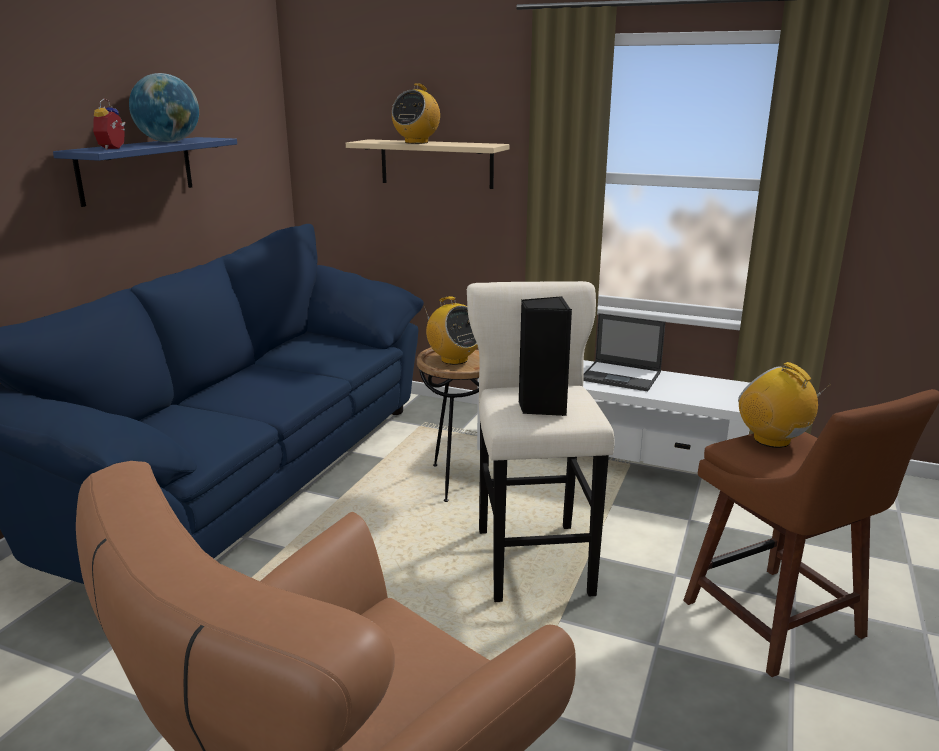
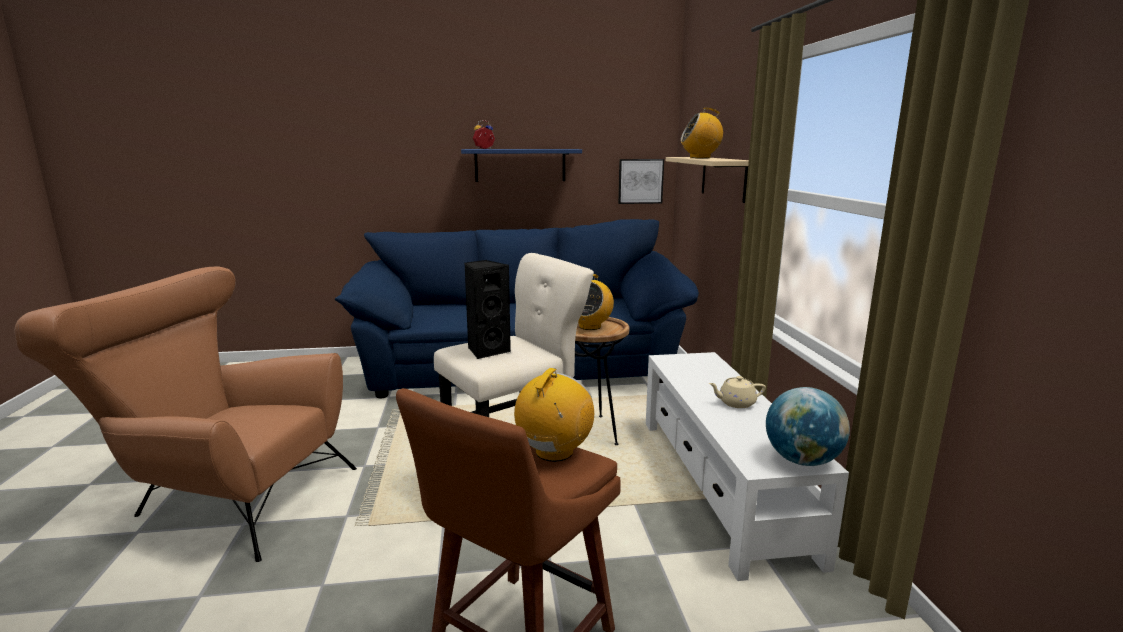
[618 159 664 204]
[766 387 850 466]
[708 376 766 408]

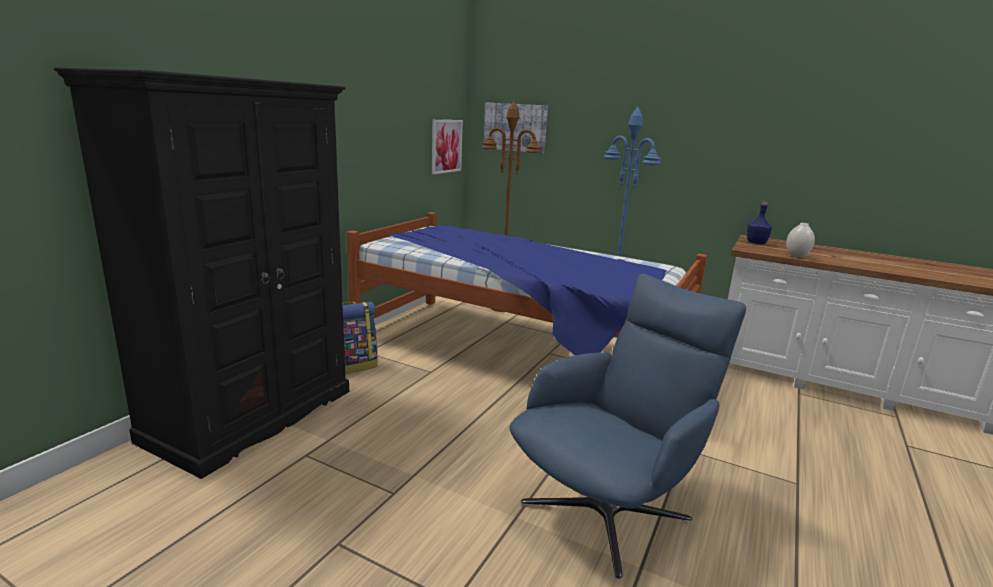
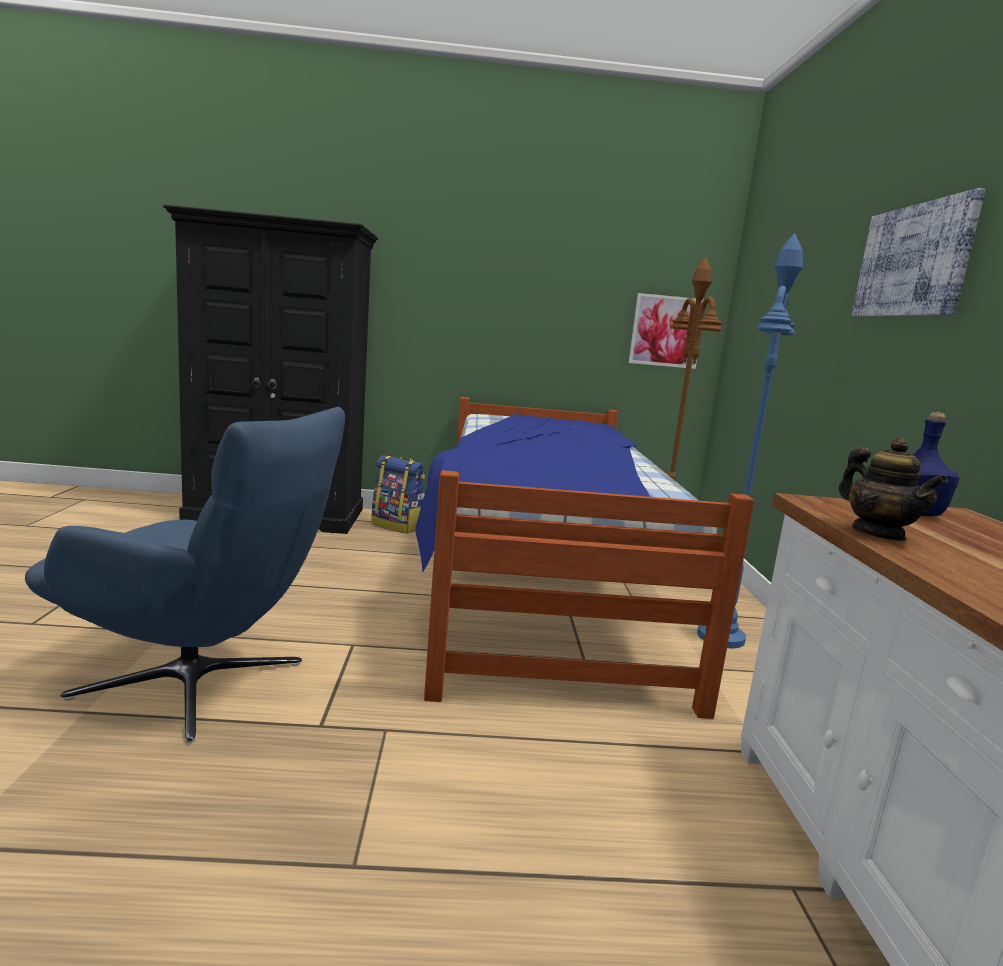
[851 188 986 316]
[839 438 948 541]

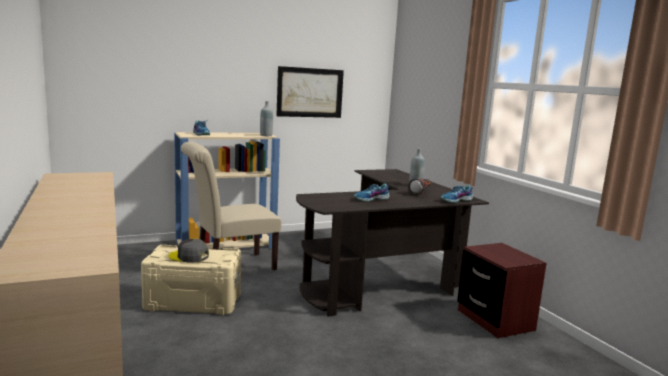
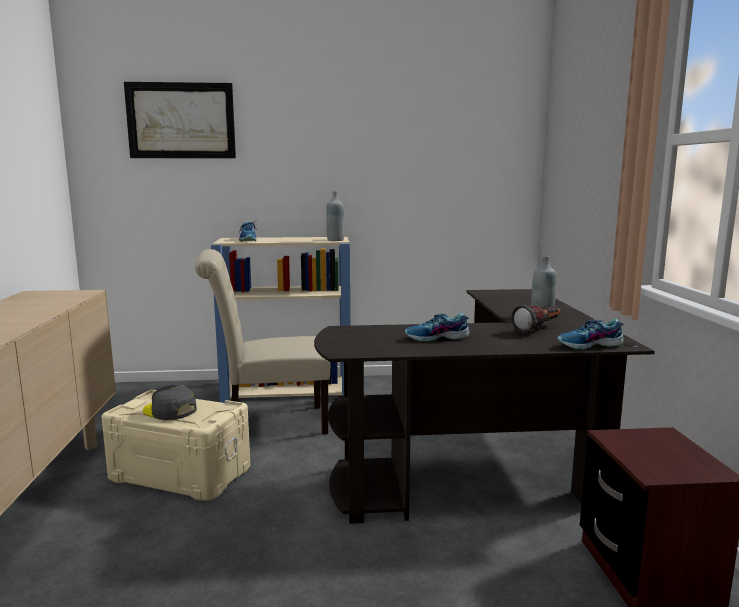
[124 82 236 158]

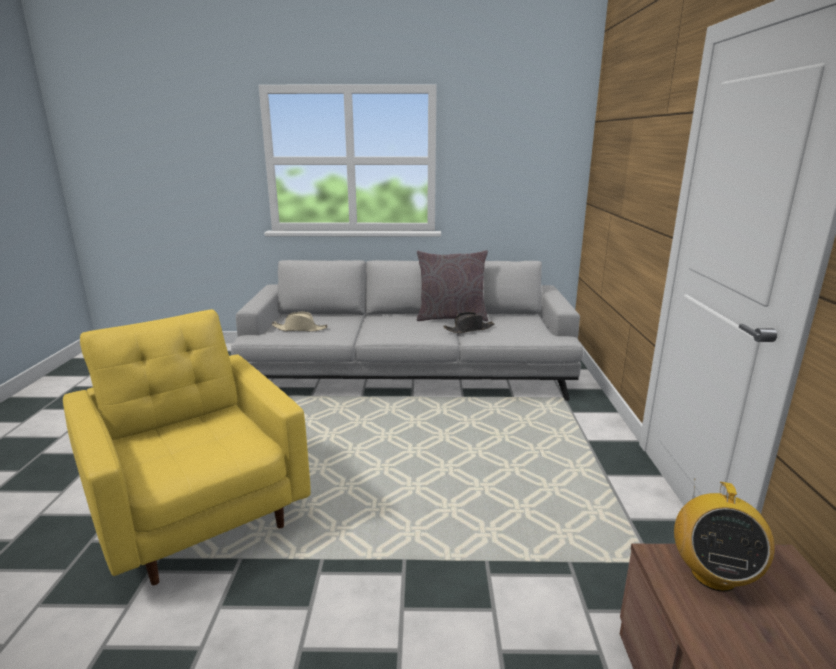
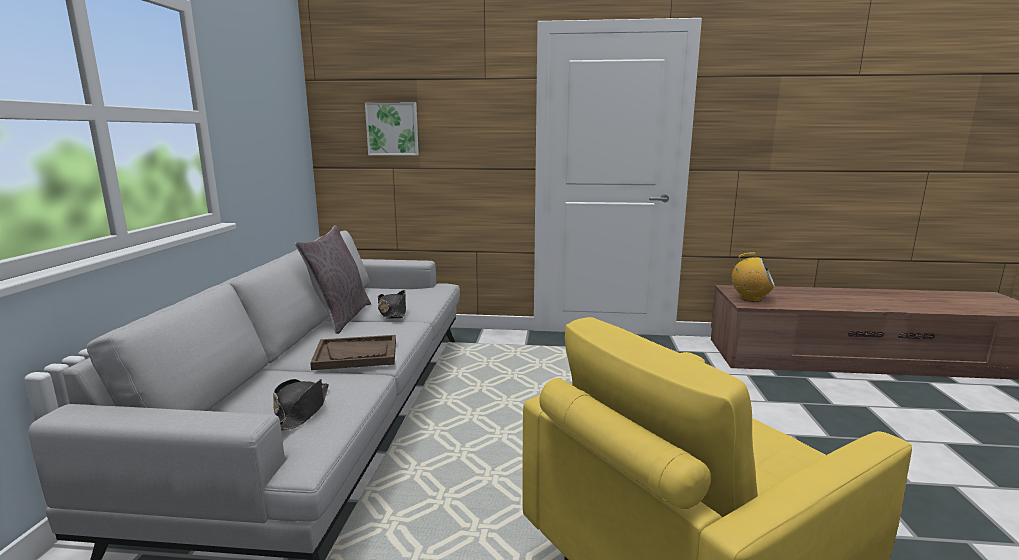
[310 335 396 370]
[365 103 419 155]
[273 379 329 430]

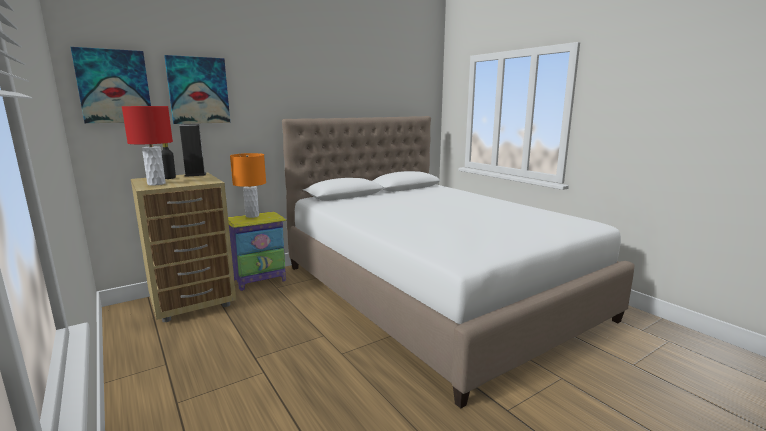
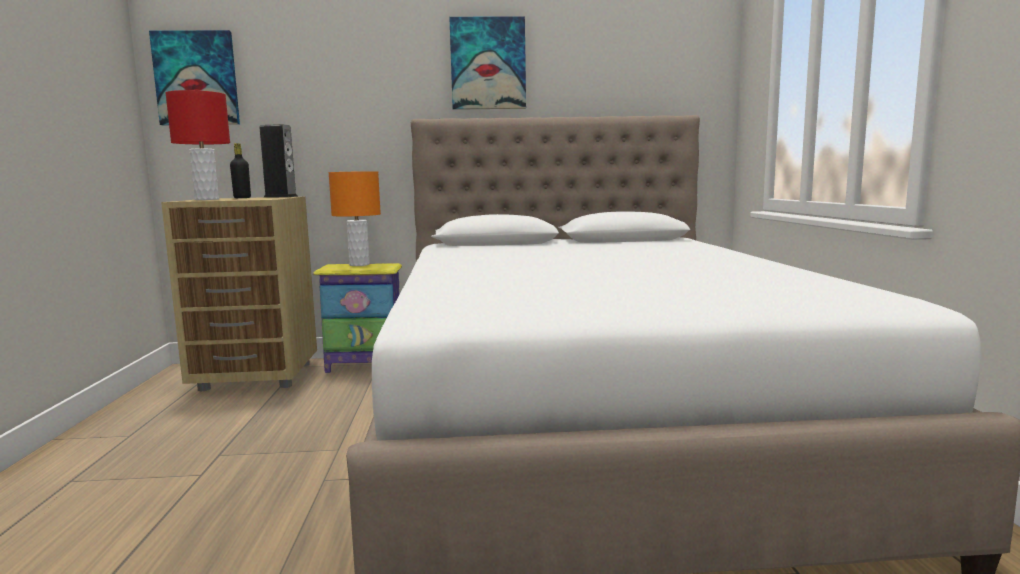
[449 16 526 110]

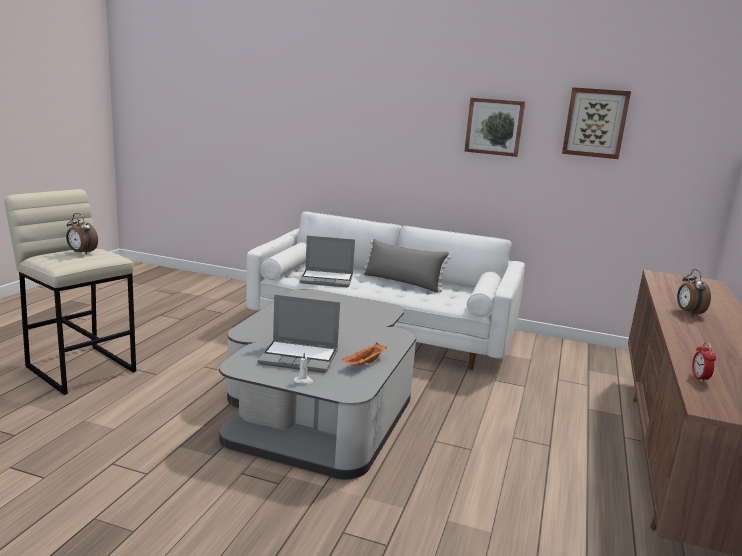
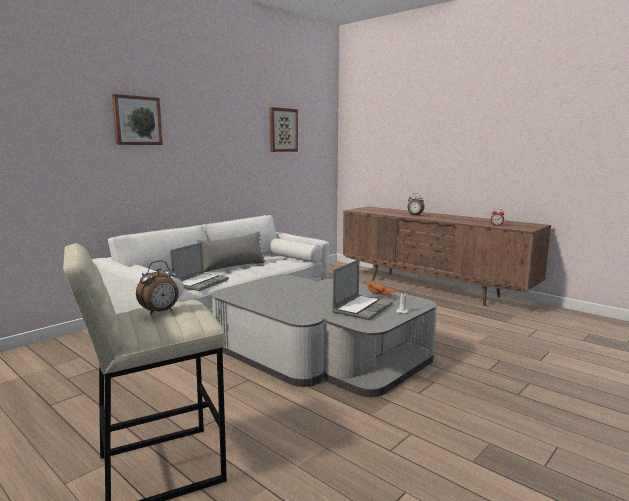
[112 94 163 145]

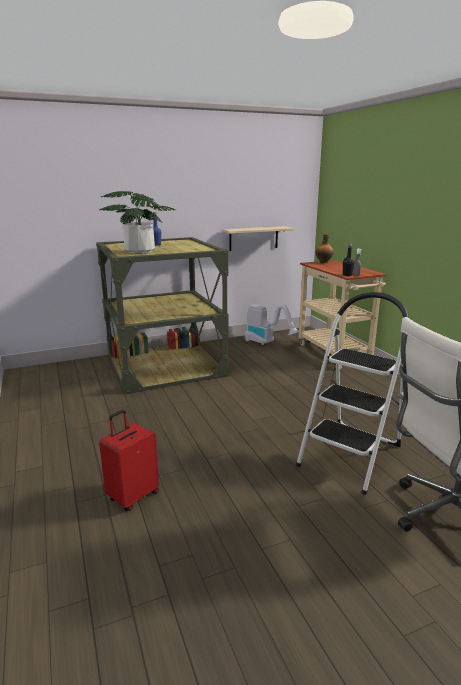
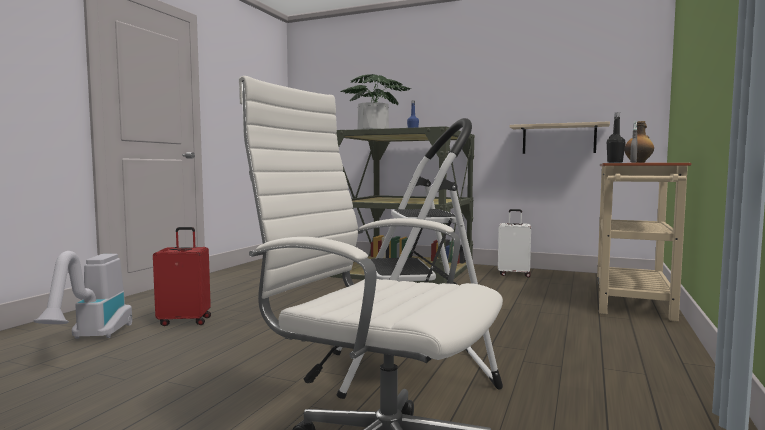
[498 209 531 277]
[34 251 132 339]

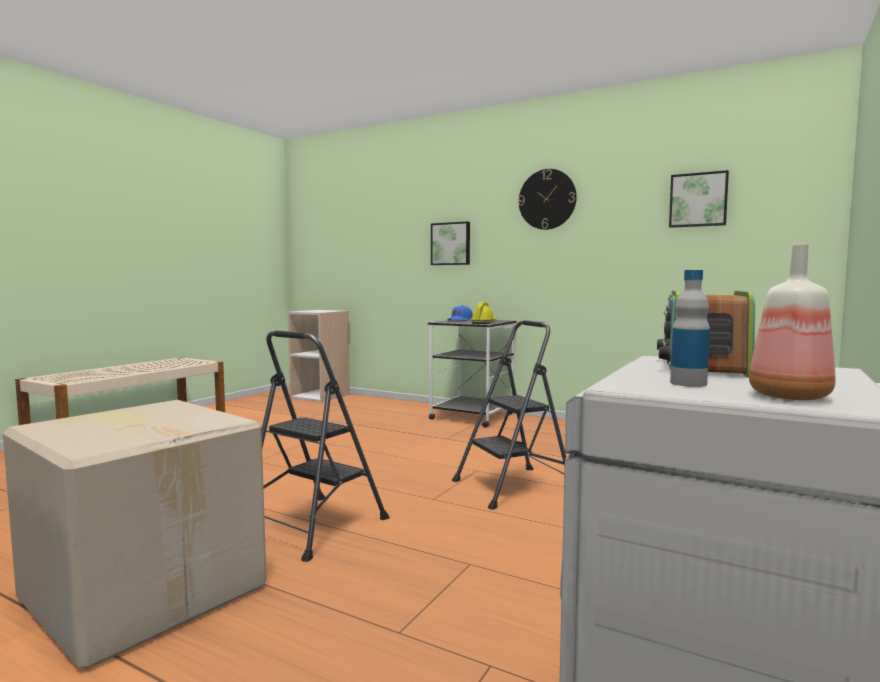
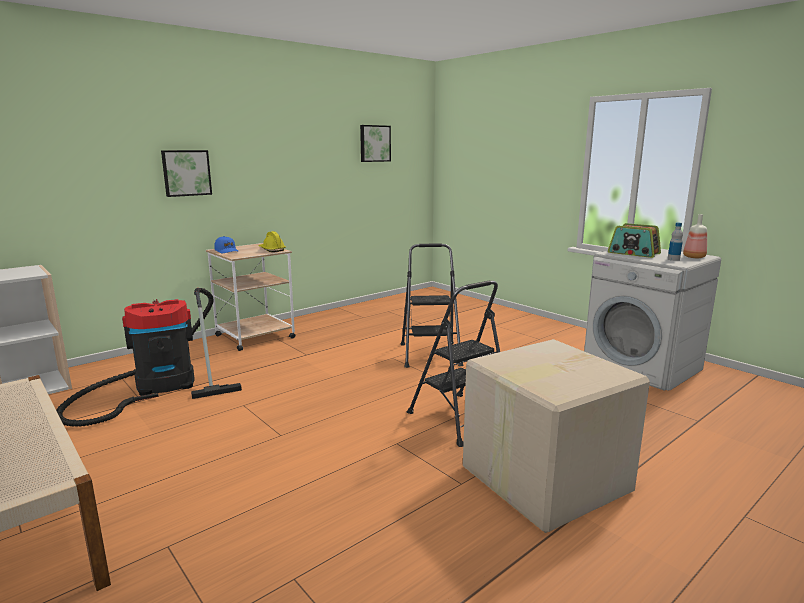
[518 169 577 230] (first image)
[56 288 242 427]
[206 243 296 351]

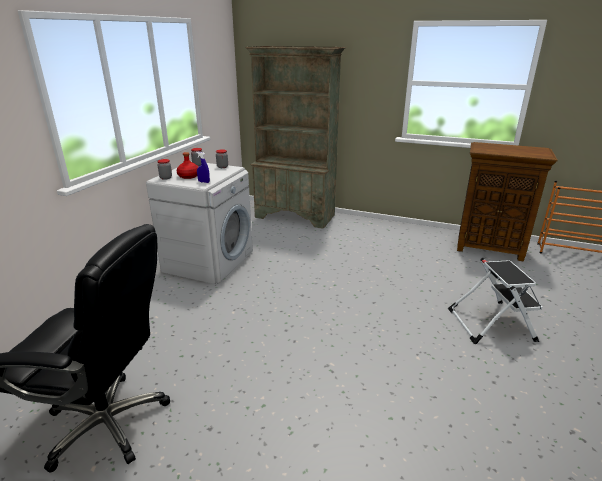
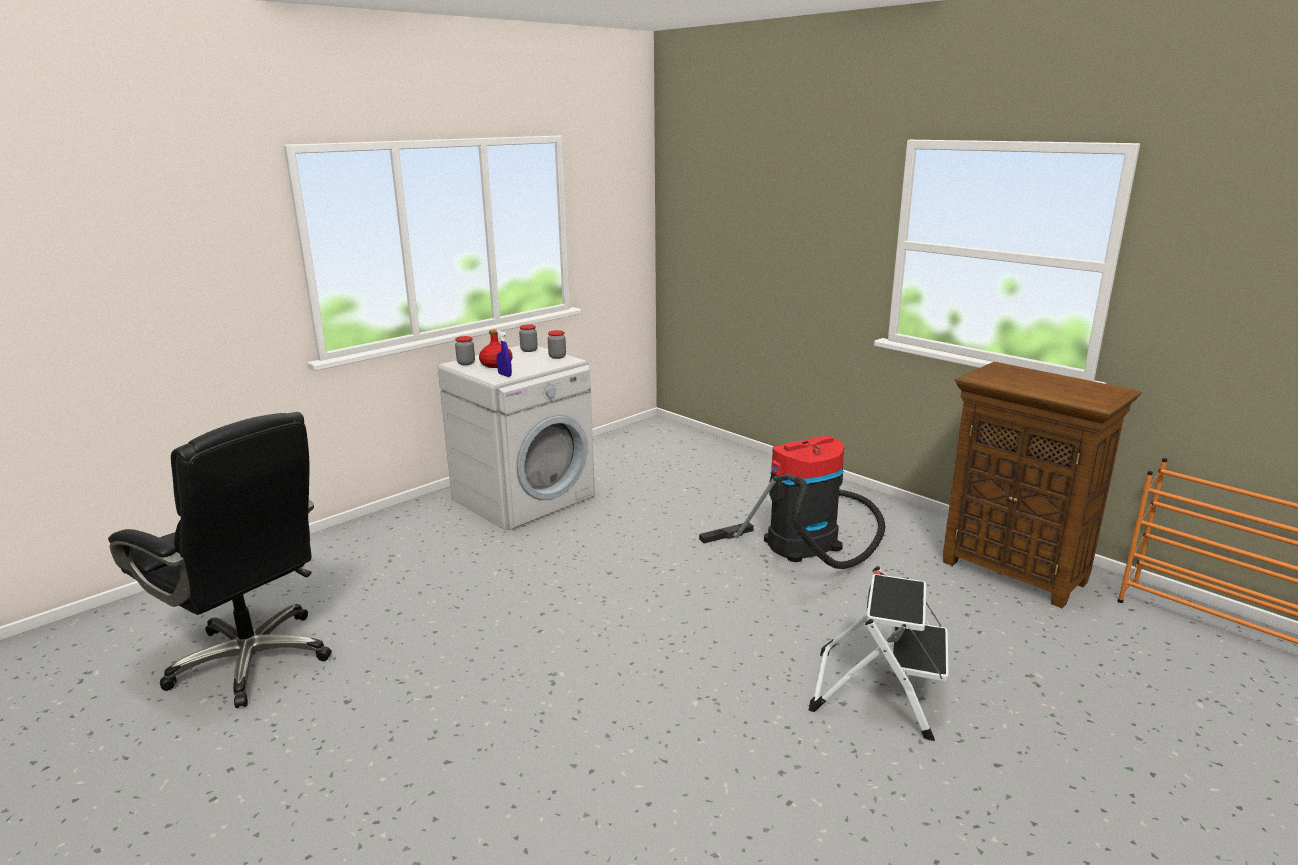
[245 46 346 229] (first image)
[699 436 885 569]

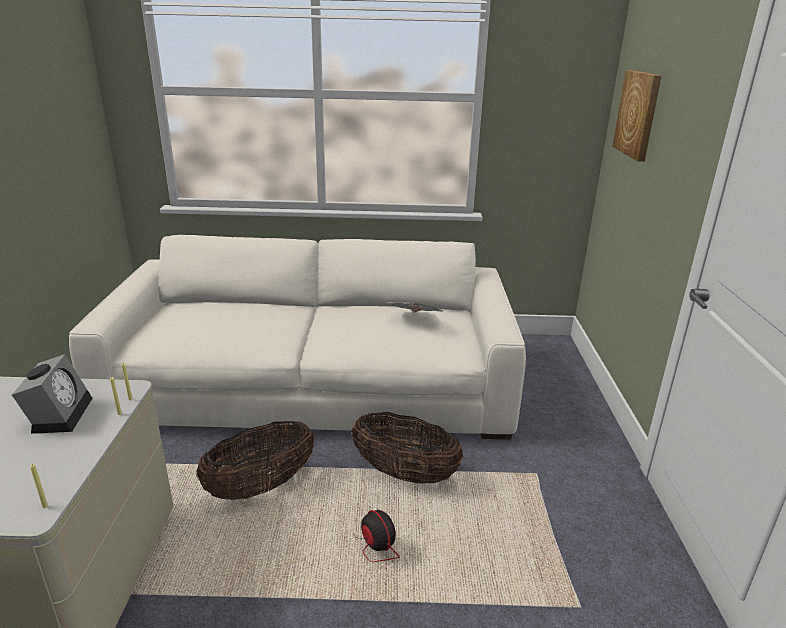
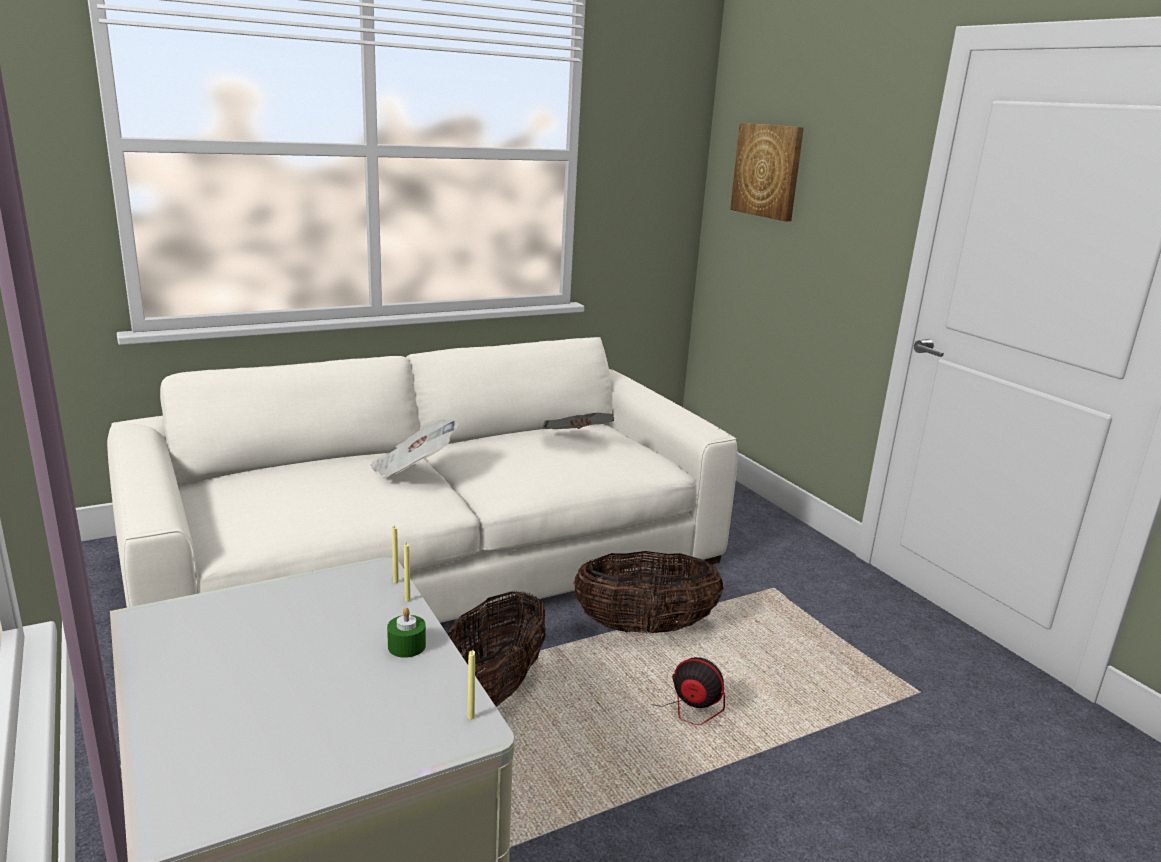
[12 354 92 434] (first image)
[370 419 459 478]
[387 608 426 658]

